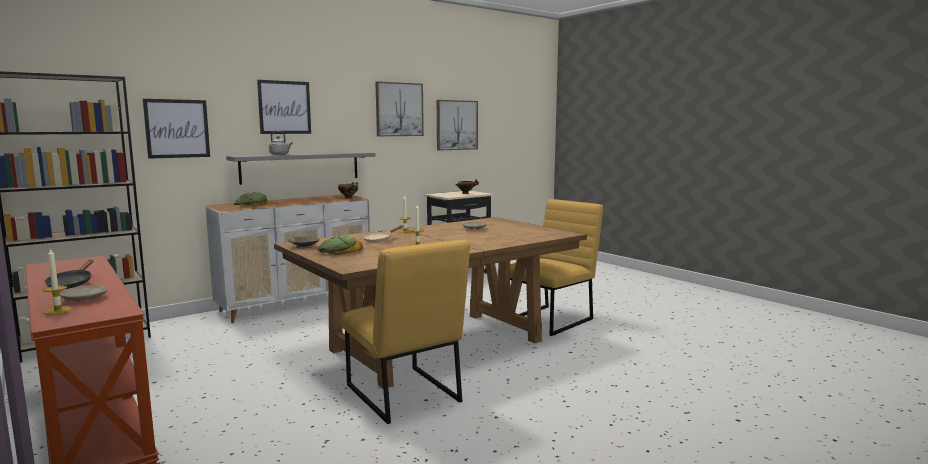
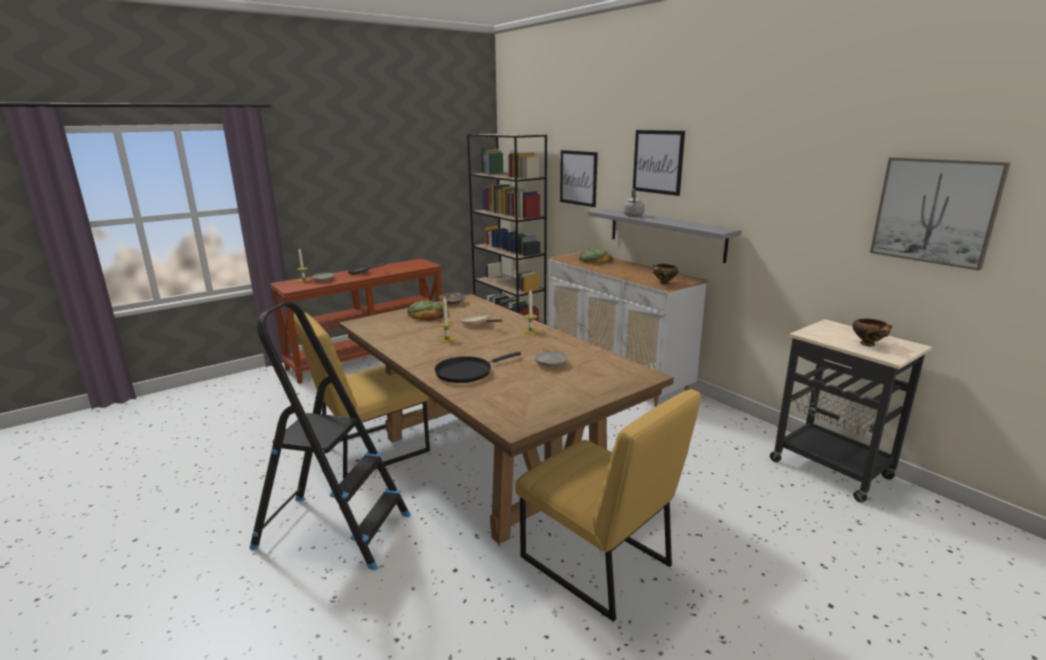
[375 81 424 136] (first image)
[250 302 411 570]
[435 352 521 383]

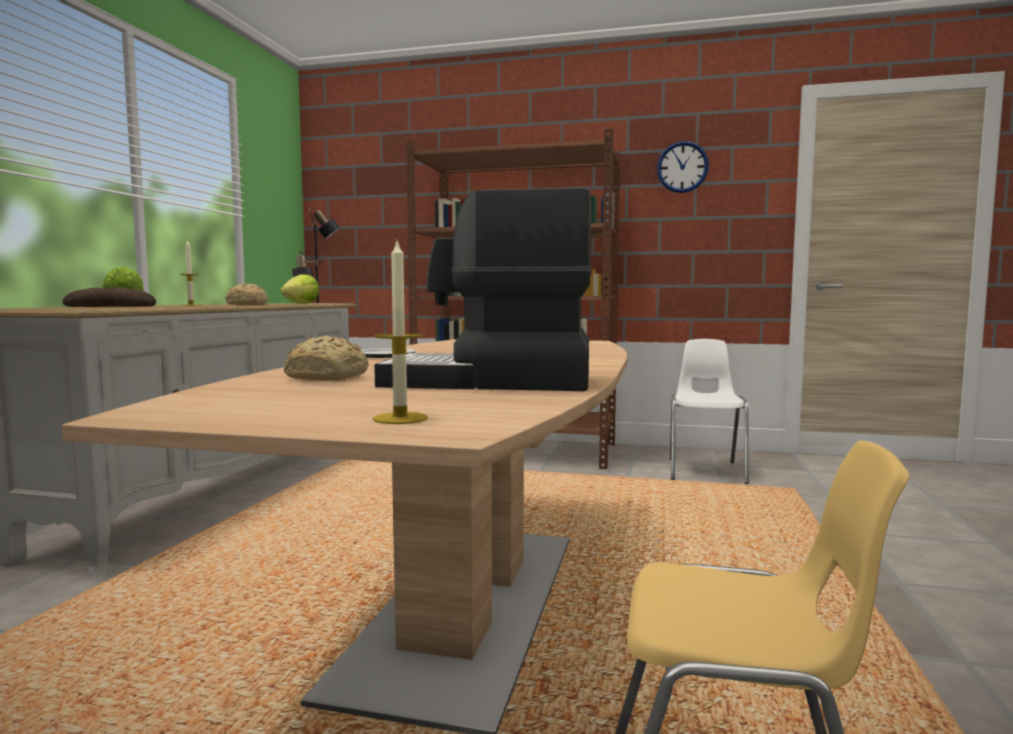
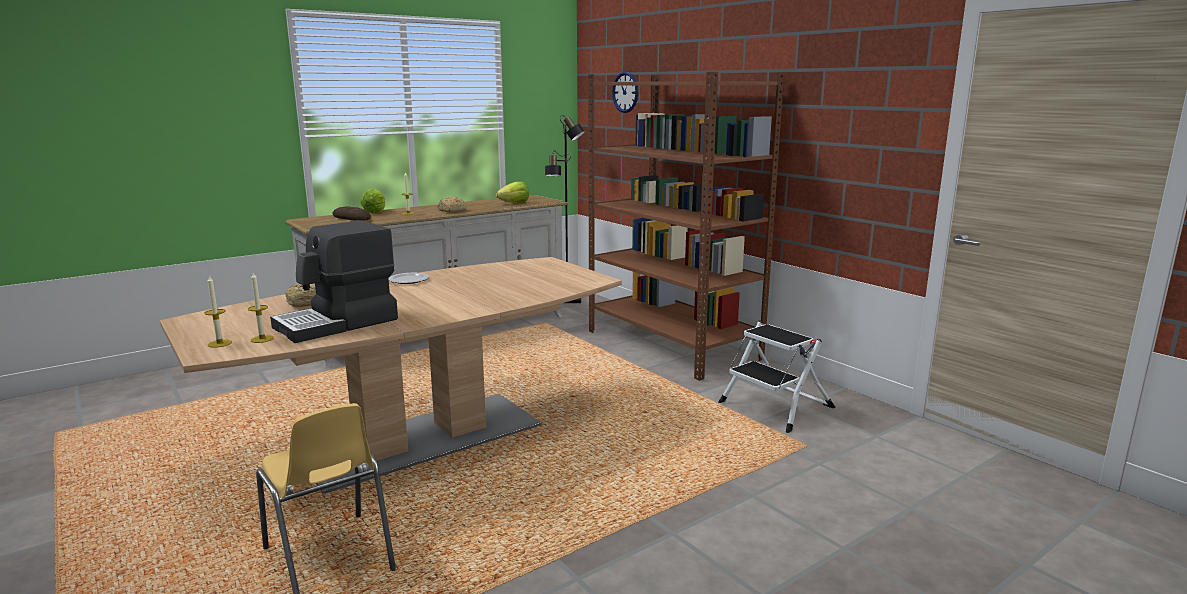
[248 273 274 343]
[612 72 638 113]
[719 320 835 433]
[270 220 398 343]

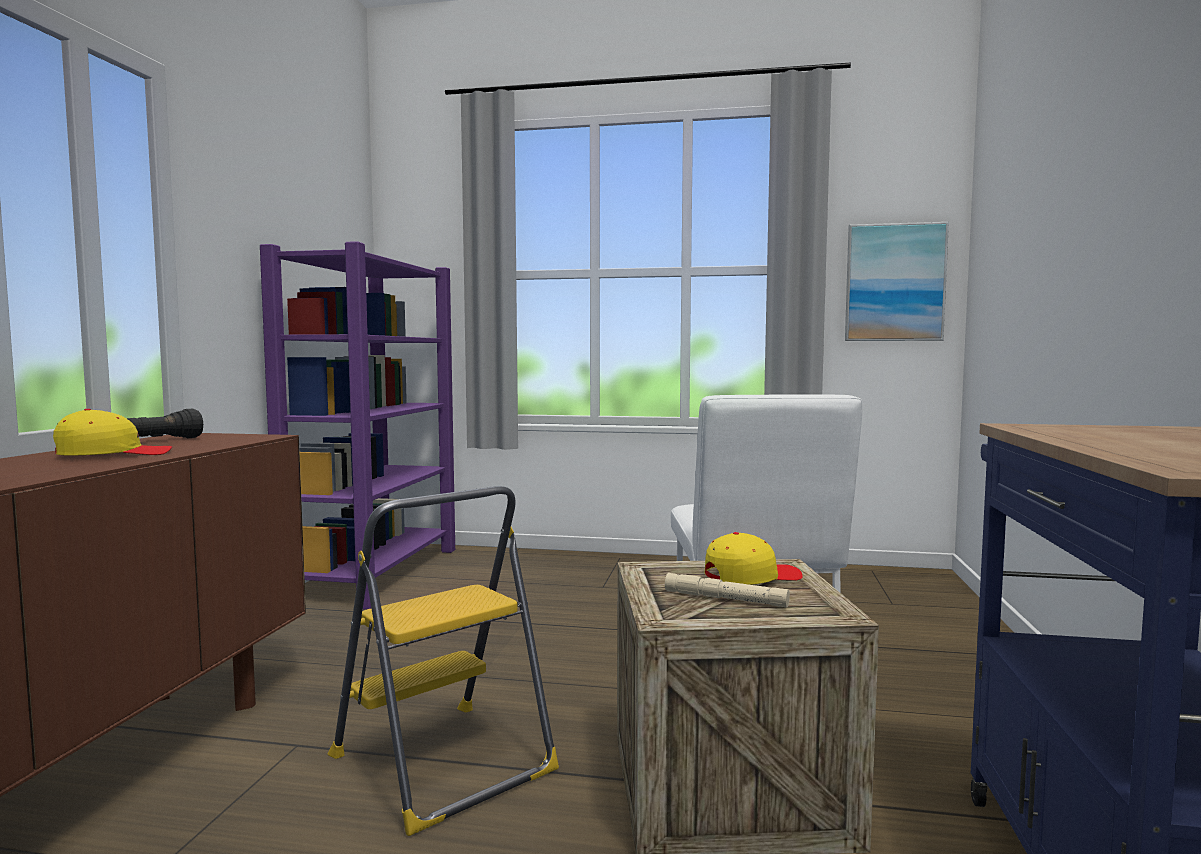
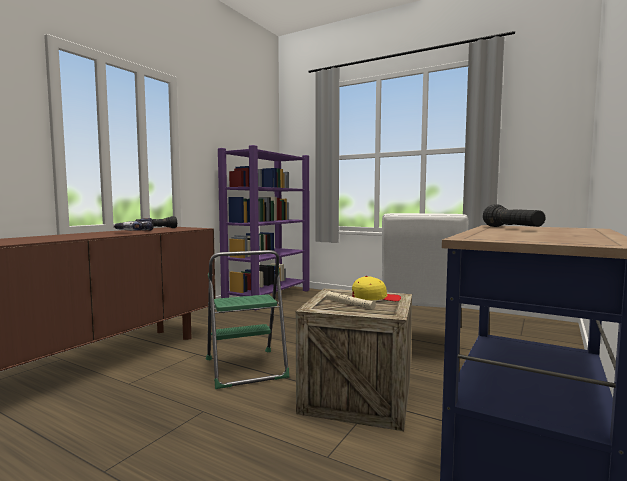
[845 222 949 341] (first image)
[483 204 546 227]
[114 218 154 231]
[205 250 289 389]

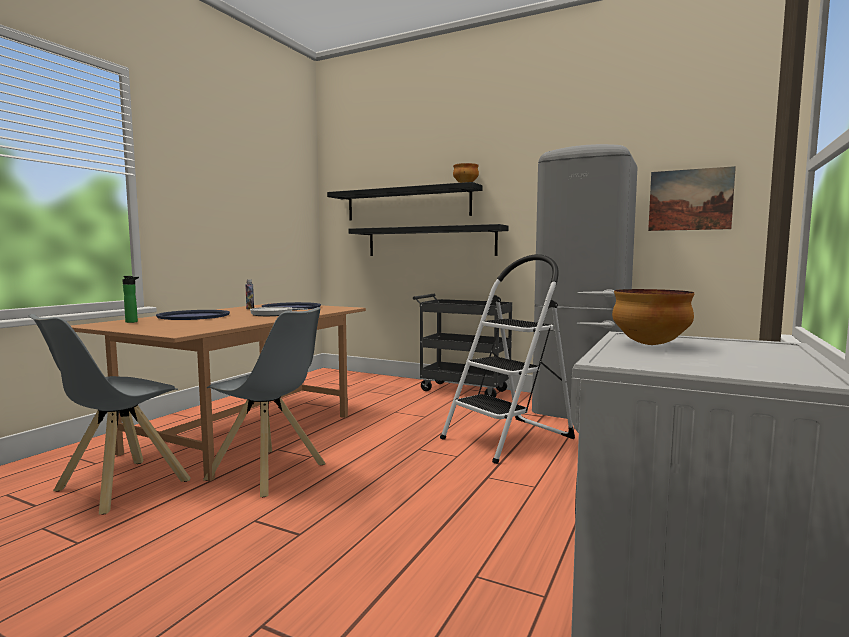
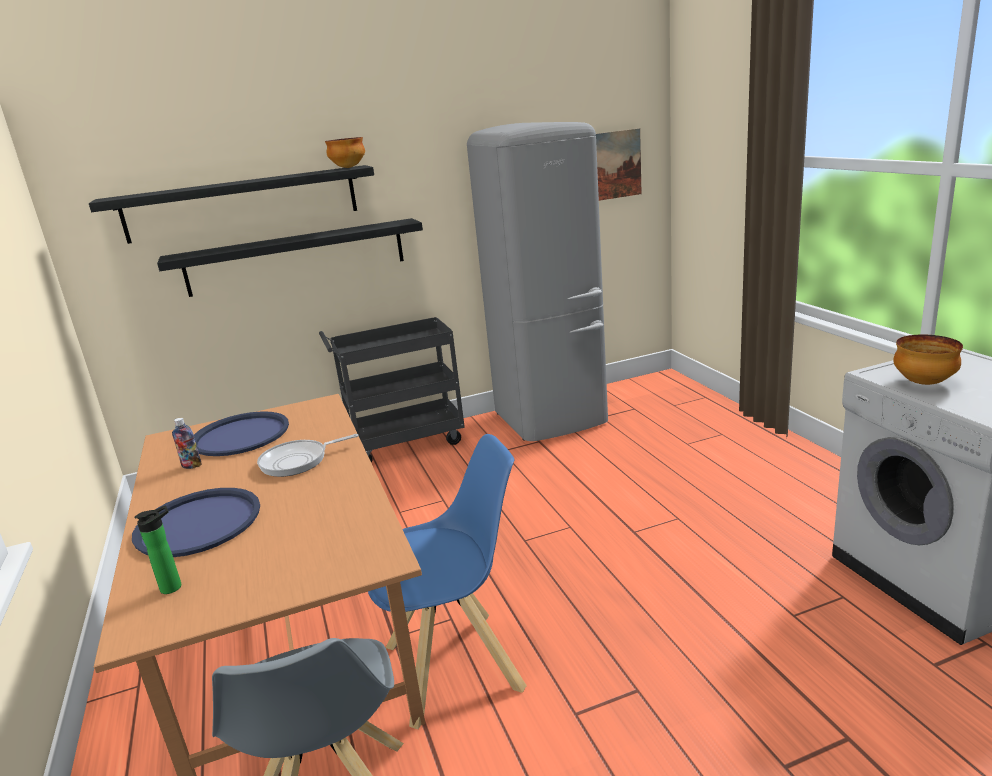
[440 254 575 464] (first image)
[368 434 527 729]

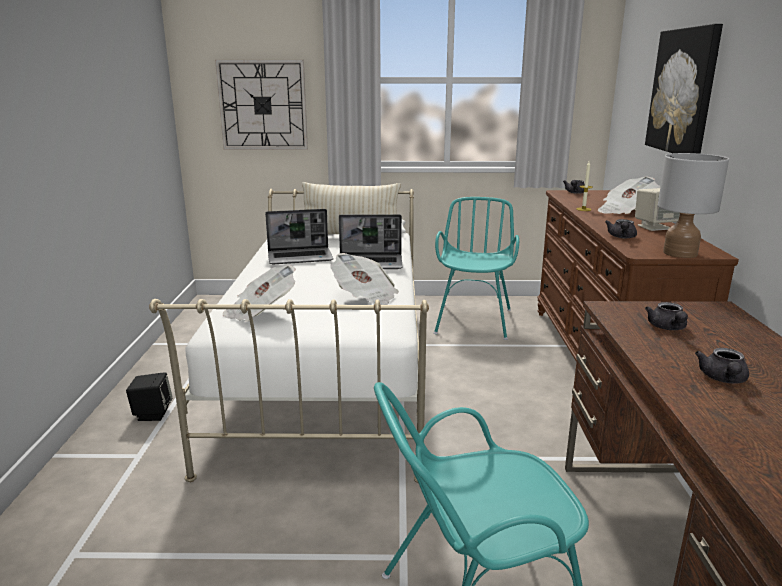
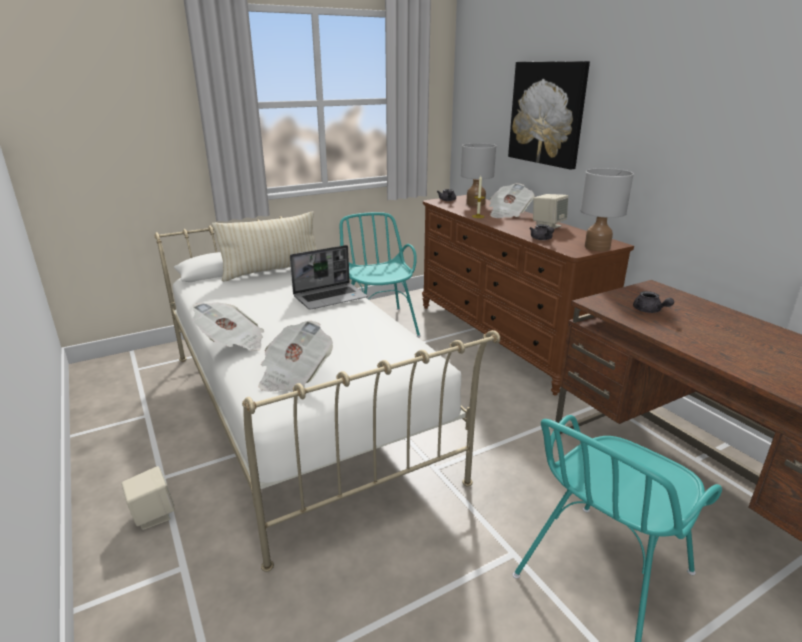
[215 60 308 150] (first image)
[265 209 333 264] (first image)
[695 348 749 383] (first image)
[461 143 496 206]
[192 302 264 351]
[121 466 175 530]

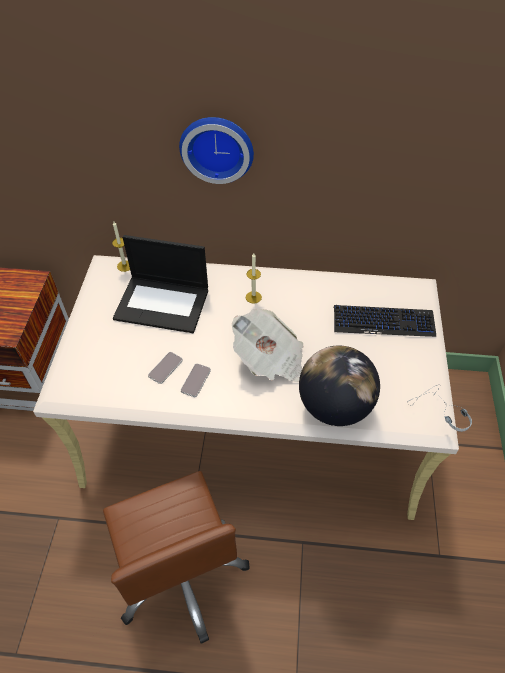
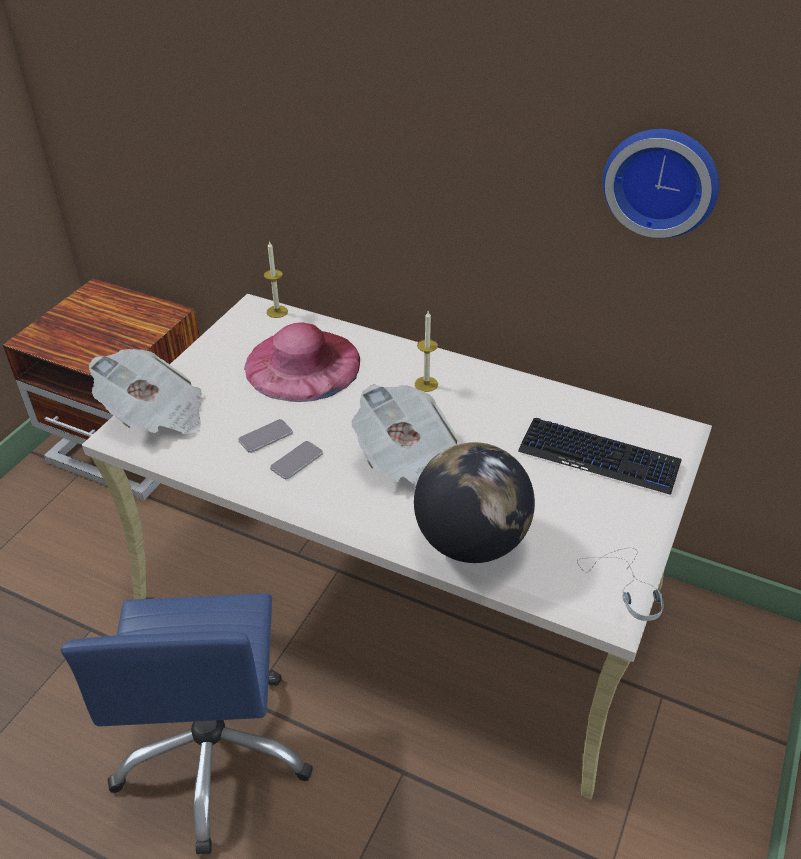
[89 349 202 434]
[602 129 719 238]
[244 322 360 402]
[60 593 313 855]

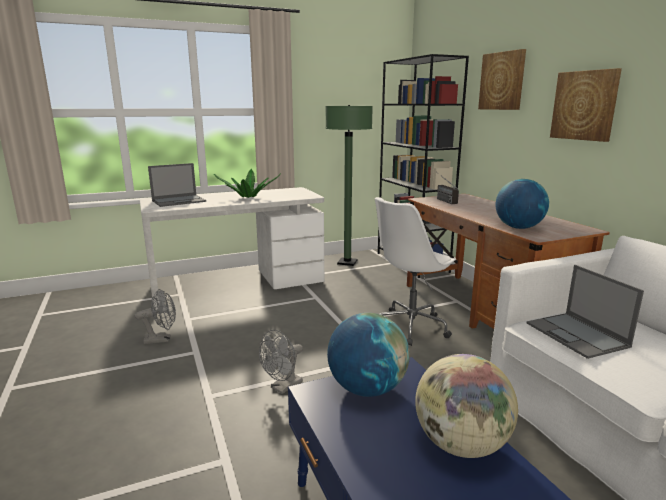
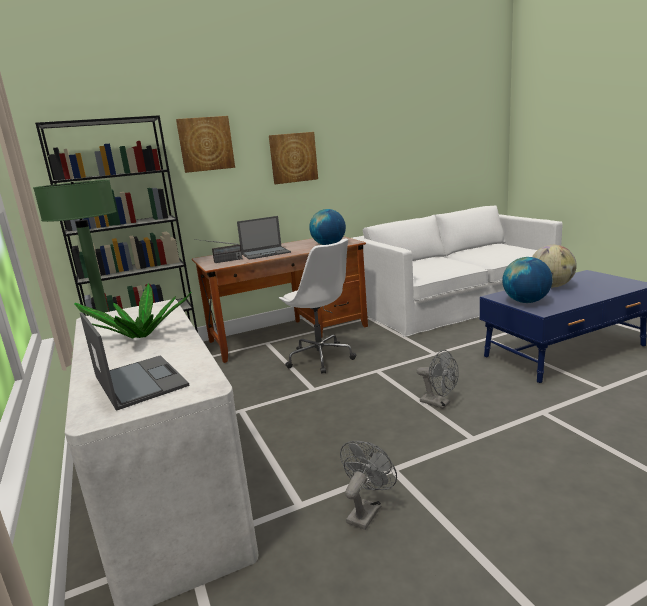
[237 216 291 260]
[340 441 397 530]

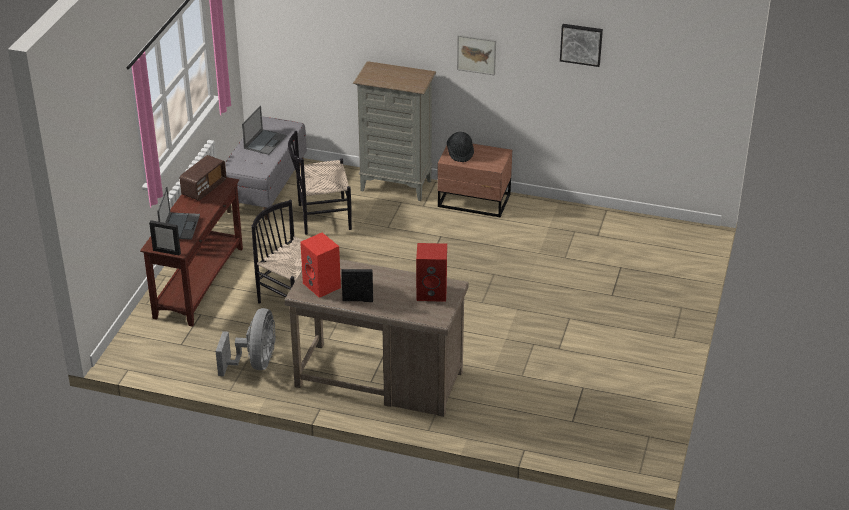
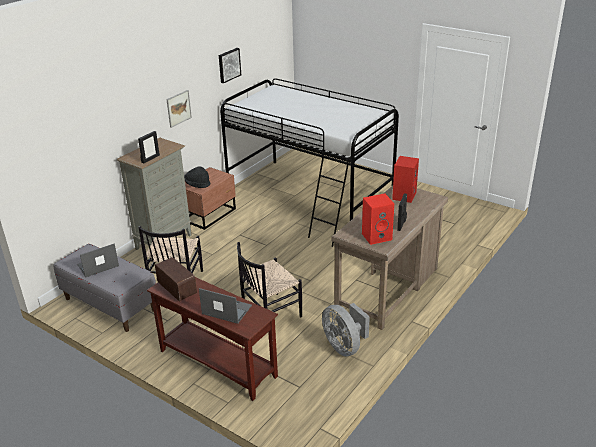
[220 78 399 247]
[138 131 160 163]
[322 303 370 356]
[77 244 119 277]

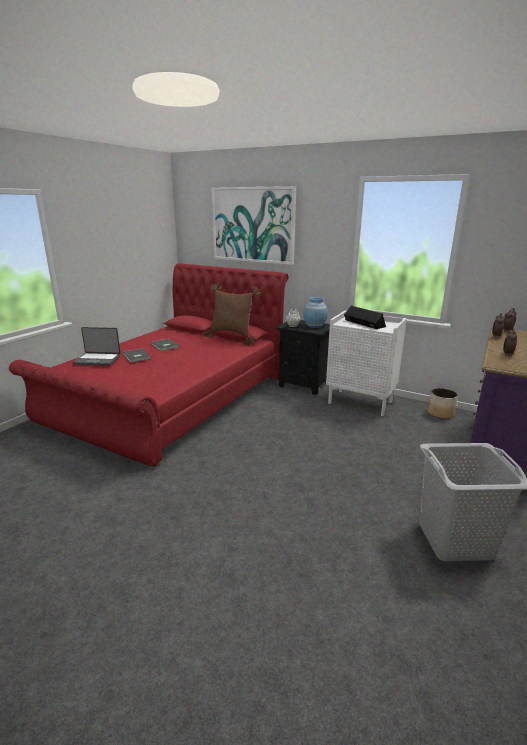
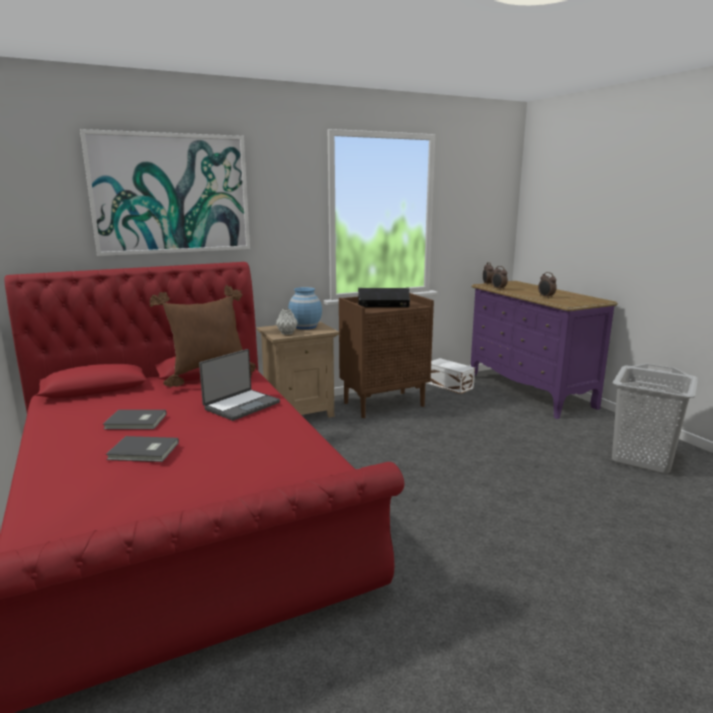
[199 349 280 421]
[427 358 475 394]
[257 321 340 418]
[339 293 434 418]

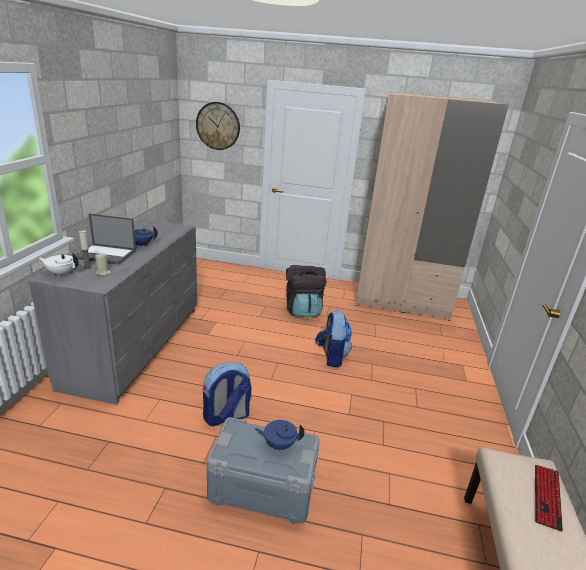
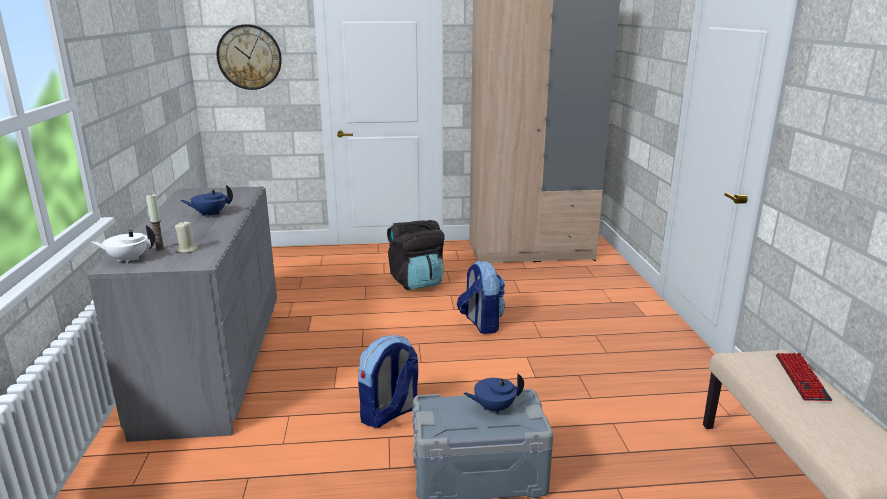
[76 214 136 265] (first image)

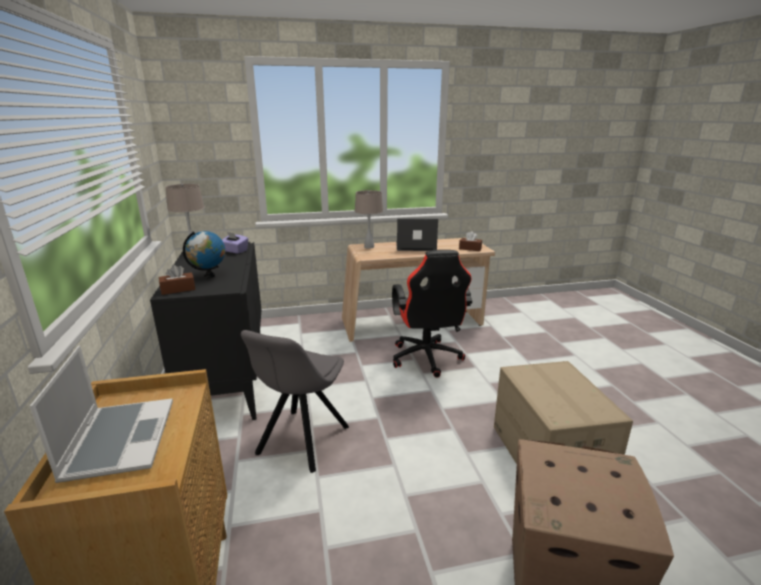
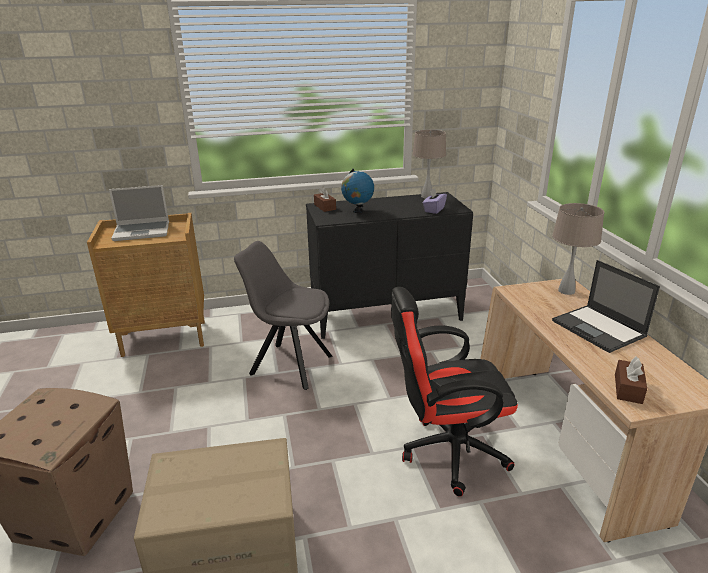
[552 260 660 353]

